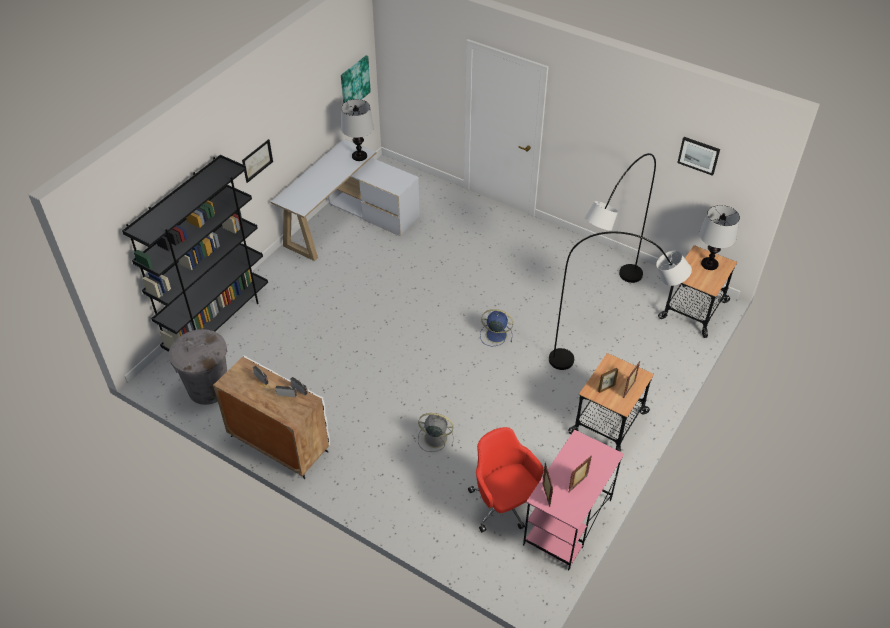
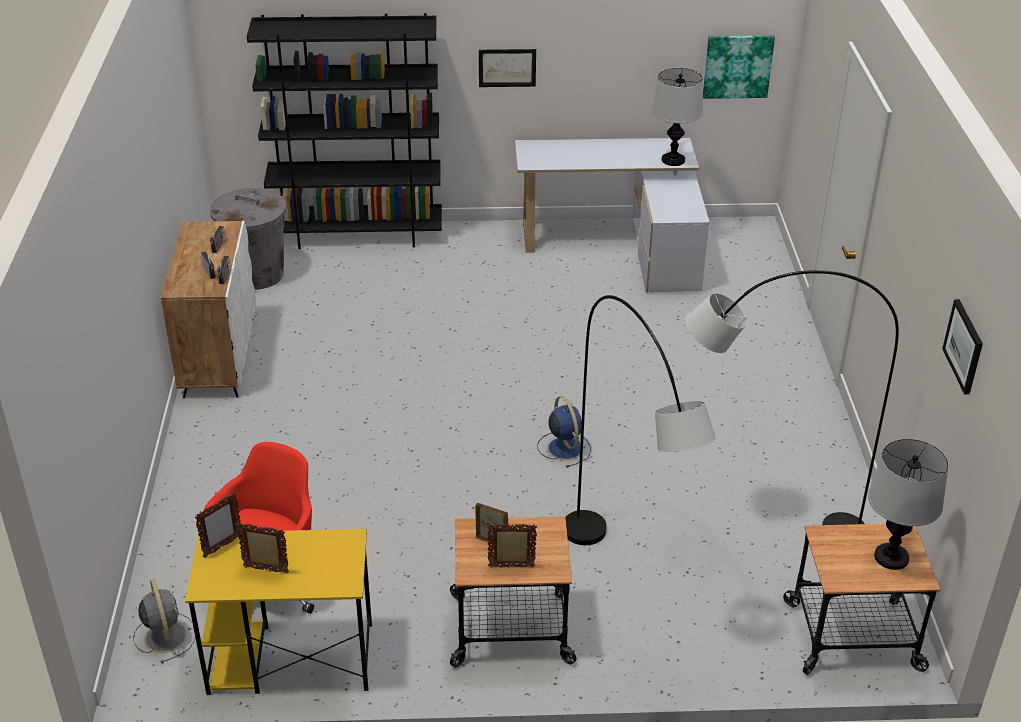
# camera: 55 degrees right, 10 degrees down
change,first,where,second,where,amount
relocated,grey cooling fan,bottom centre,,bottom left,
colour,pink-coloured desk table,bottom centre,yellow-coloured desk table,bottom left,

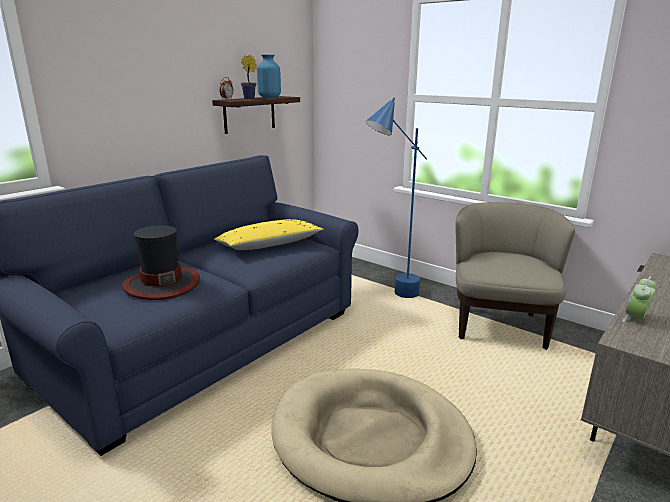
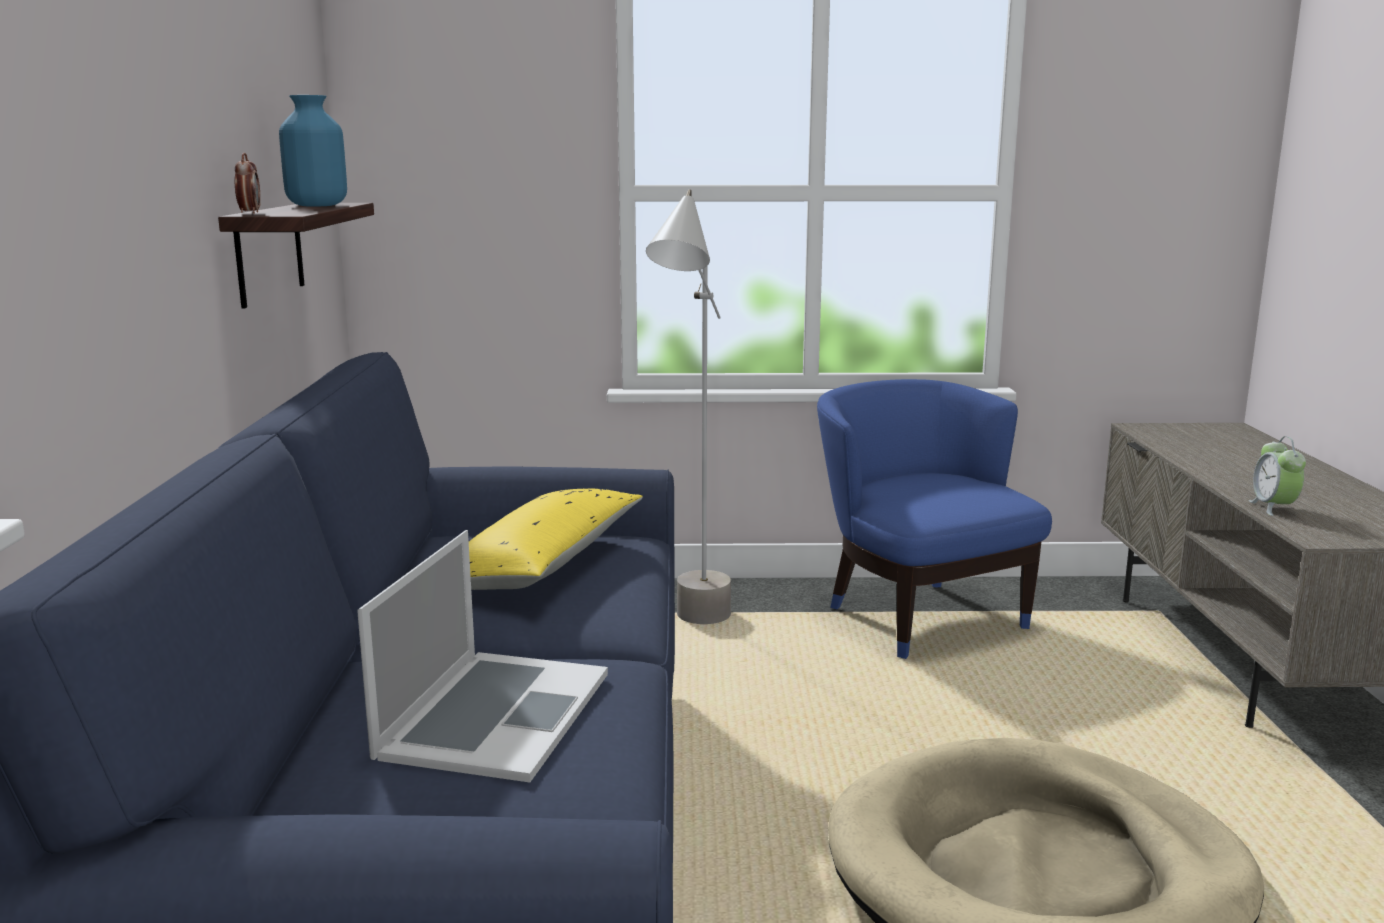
# camera: 40 degrees left, 5 degrees down
change,first,where,second,where,amount
exchanged,hat,middle left,portable computer,bottom centre,
missing,plant in a pot,top centre,,,
colour,blue-coloured standard lamp,centre,grey standard lamp,centre,
colour,beige lounge chair,middle right,blue-coloured lounge chair,middle right,

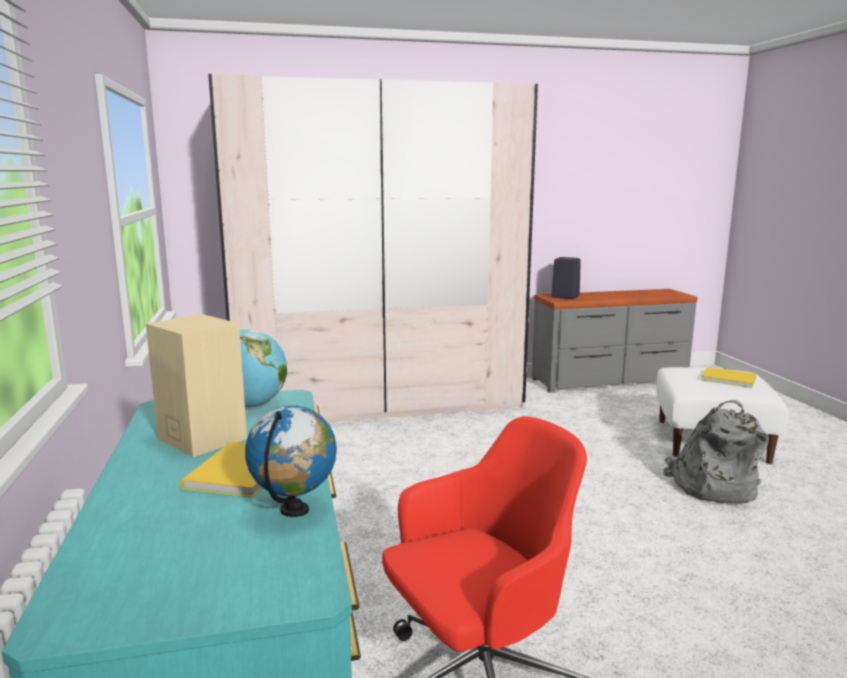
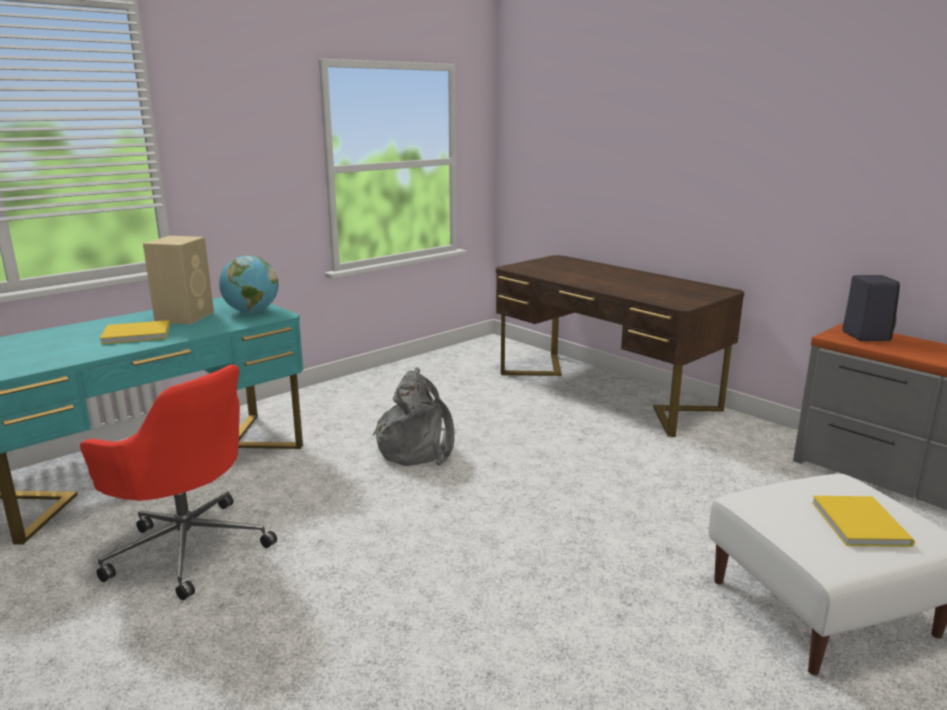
# camera: 60 degrees right, 5 degrees up
change,first,where,second,where,amount
exchanged,beige clothes cupboard,centre,brownish desk table,centre,
missing,world globe (no. 2 from left),bottom centre,,,
relocated,grey backpack,bottom right,,centre,

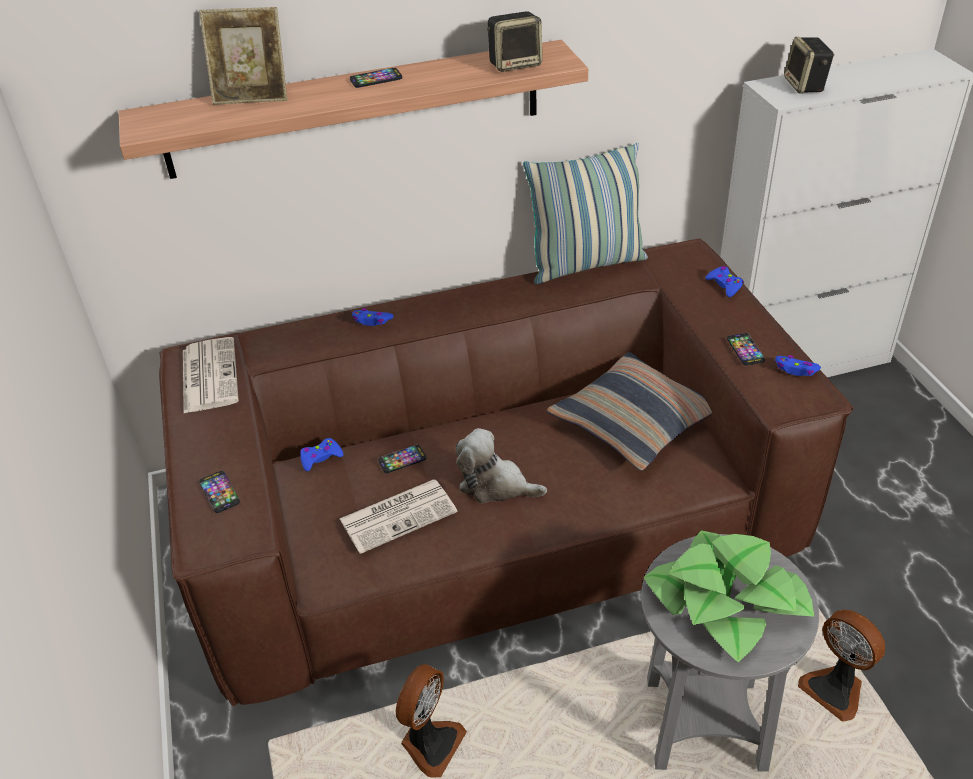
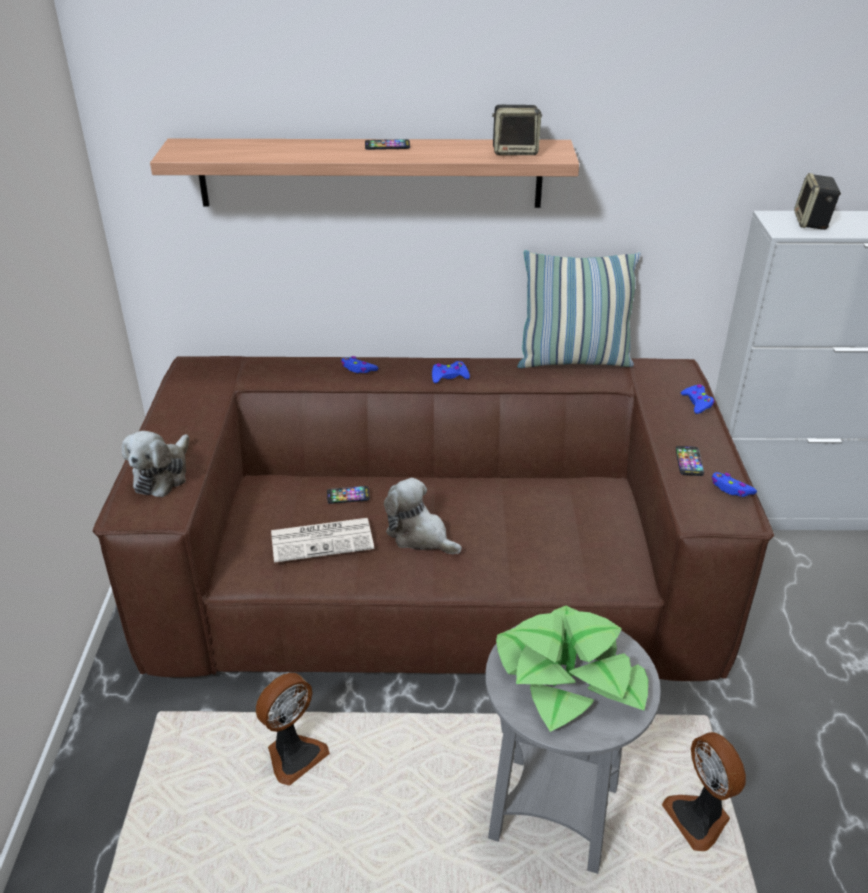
# camera: 15 degrees right, 5 degrees down
change,first,where,second,where,amount
missing,newspaper (no. 1 from left),middle left,,,
missing,photo frame,top left,,,
exchanged,phone (no. 1 from left),middle left,soft toy (no. 1 from left),middle left,
relocated,blue-coloured joypad (no. 1 from left in the first image),middle left,blue-coloured joypad (no. 2 from left),centre,
missing,pillow (no. 2 from left),centre,,,

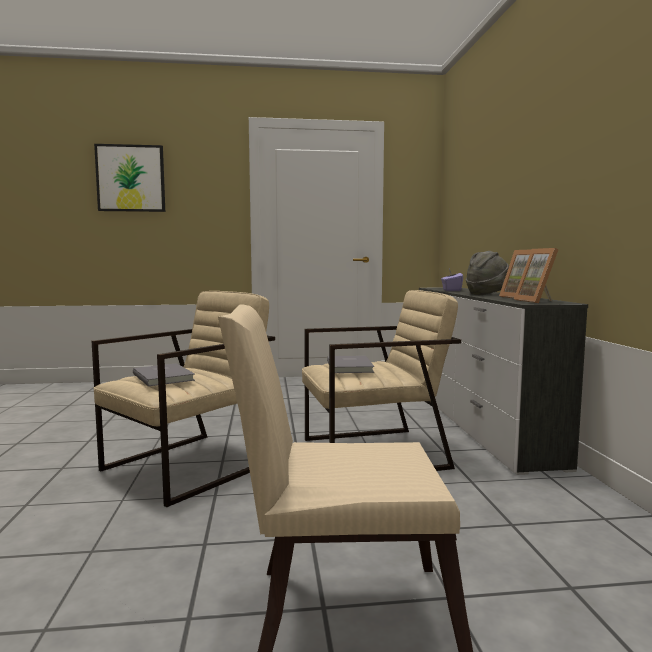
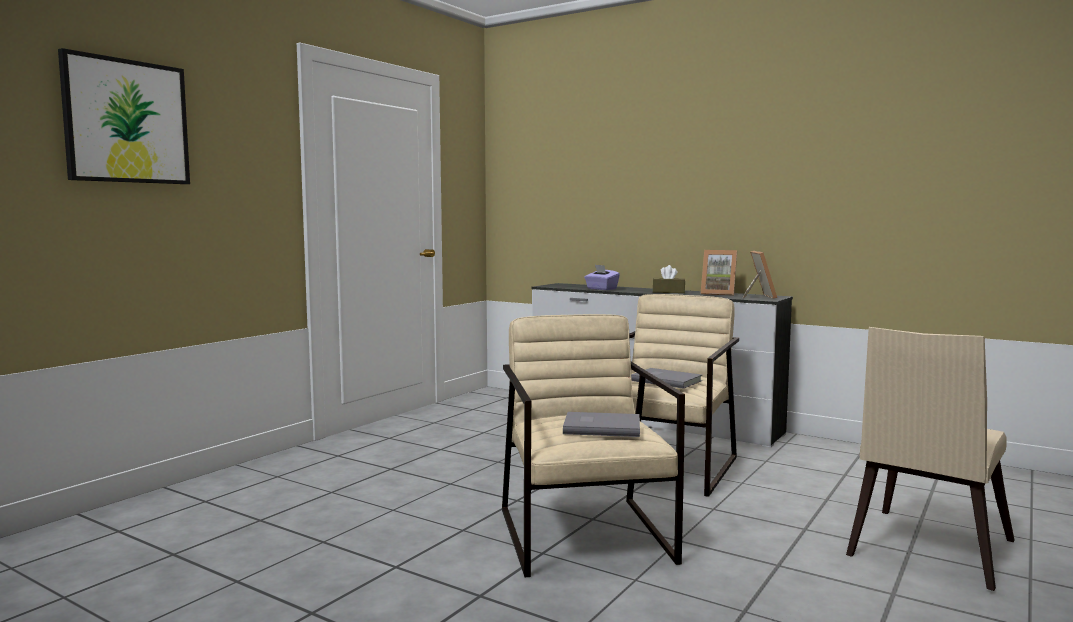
# camera: 50 degrees left, 0 degrees up
change,first,where,second,where,amount
exchanged,grey hat,middle right,brownish tissue box,centre,
spun,photo frame (no. 2 from left),middle right,,middle right,120 degrees counterclockwise

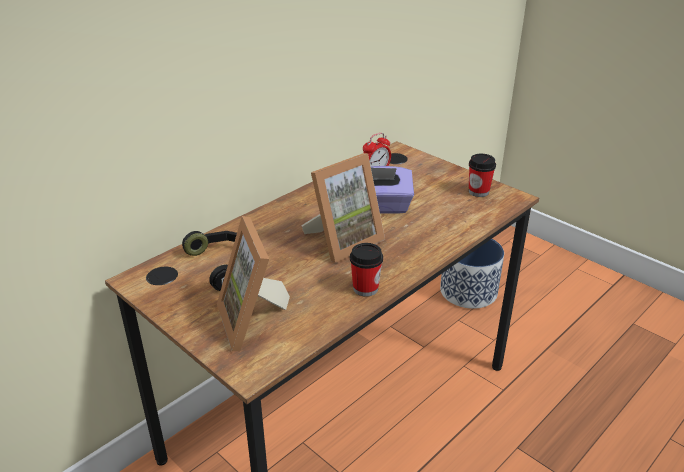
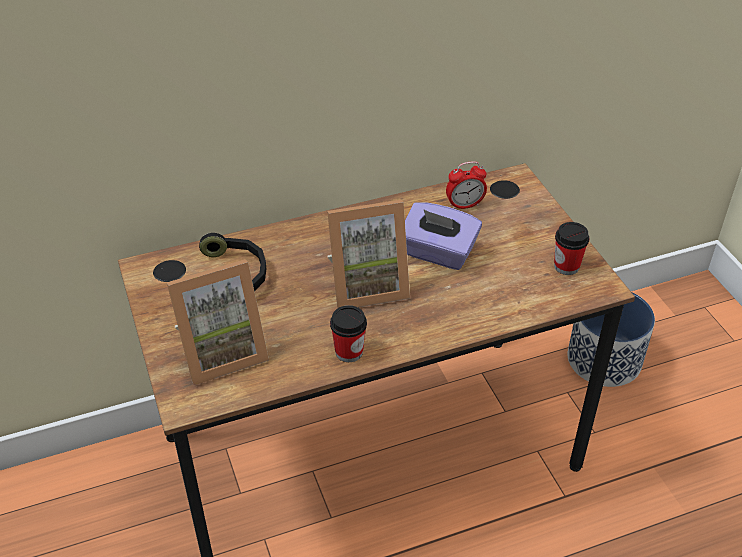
# camera: 25 degrees right, 10 degrees up
change,first,where,second,where,amount
spun,photo frame (no. 1 from left),centre,,middle left,120 degrees counterclockwise

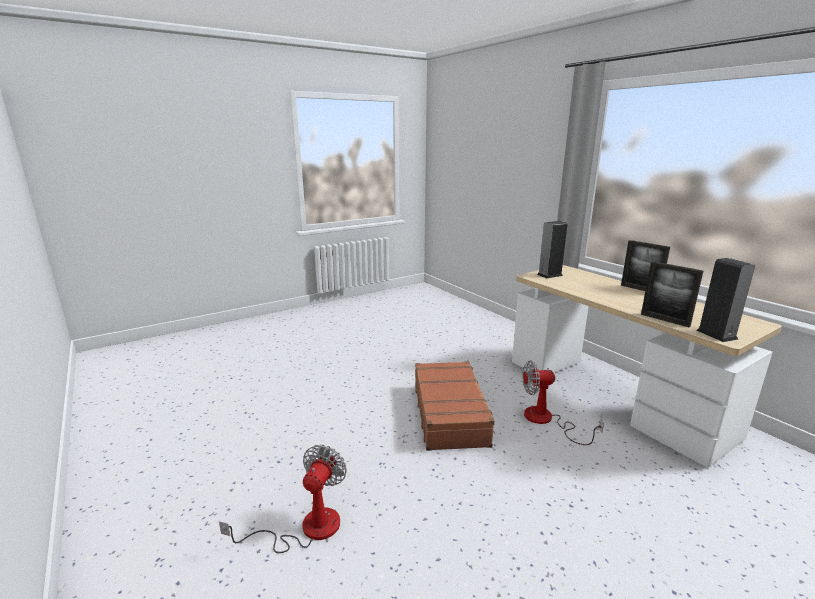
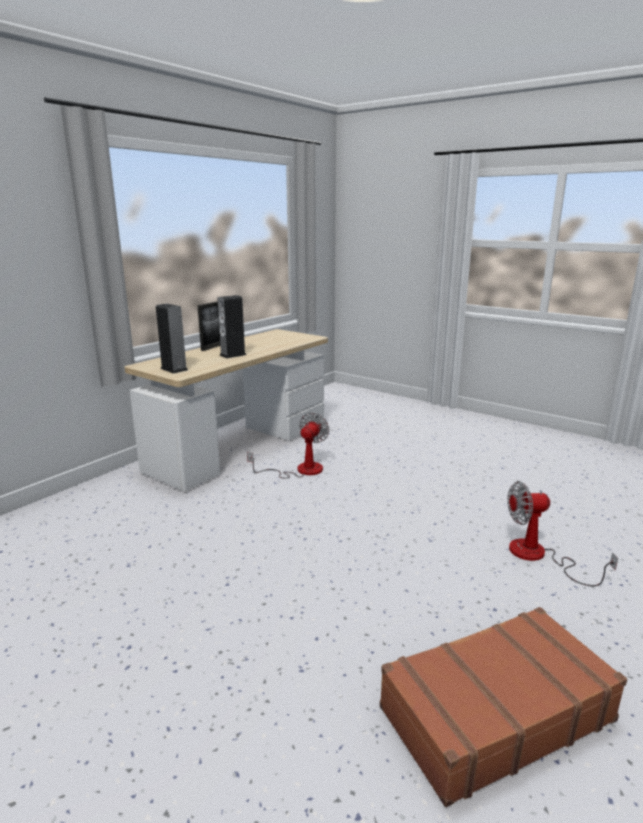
# camera: 110 degrees left, 0 degrees up
change,first,where,second,where,amount
relocated,brownish travel case,bottom centre,,bottom right,
spun,cooling fan (no. 2 from left in the first image),bottom right,cooling fan (no. 1 from left),centre,135 degrees counterclockwise
missing,photo frame (no. 2 from left),middle right,,,
relocated,loudspeaker (no. 2 from left),middle right,,centre,

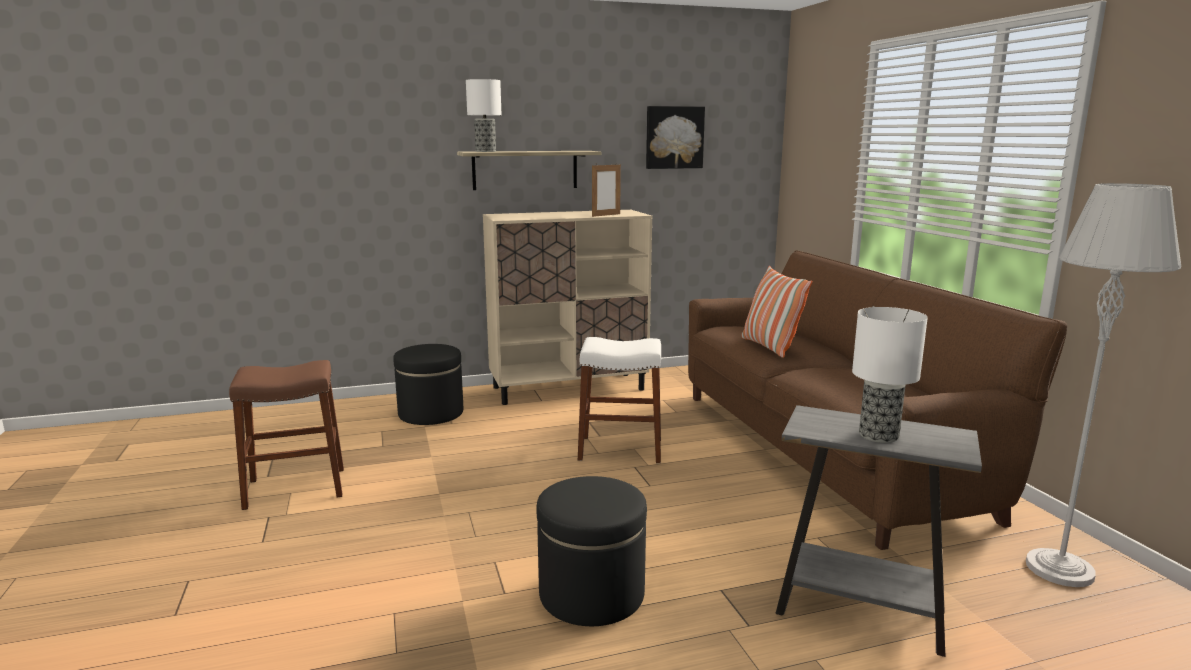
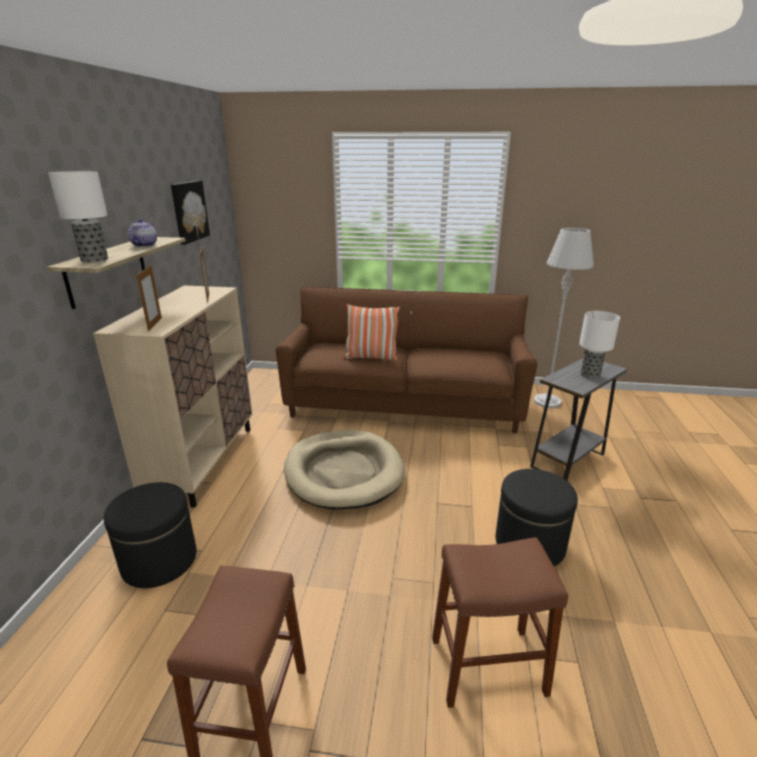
# camera: 65 degrees left, 10 degrees up
change,first,where,second,where,amount
exchanged,whitish sitting stool,centre,beige dog cushion,centre,
appeared,,,tea pot,top left,
appeared,,,photo frame (no. 1 from left),middle left,
appeared,,,brownish sitting stool (no. 2 from left),bottom centre,

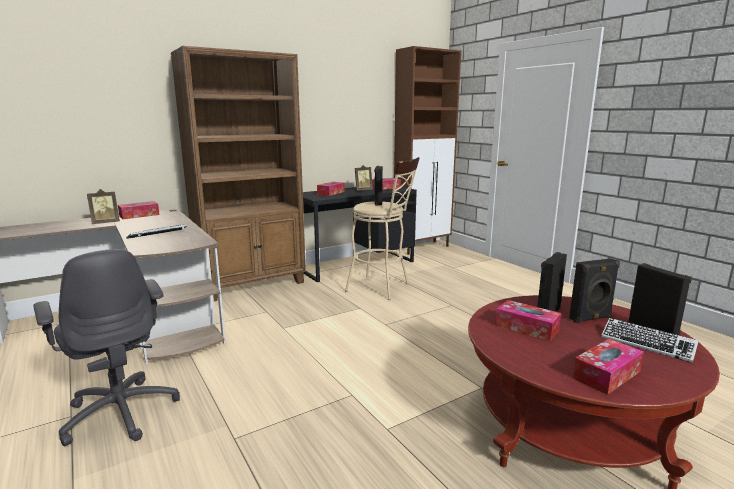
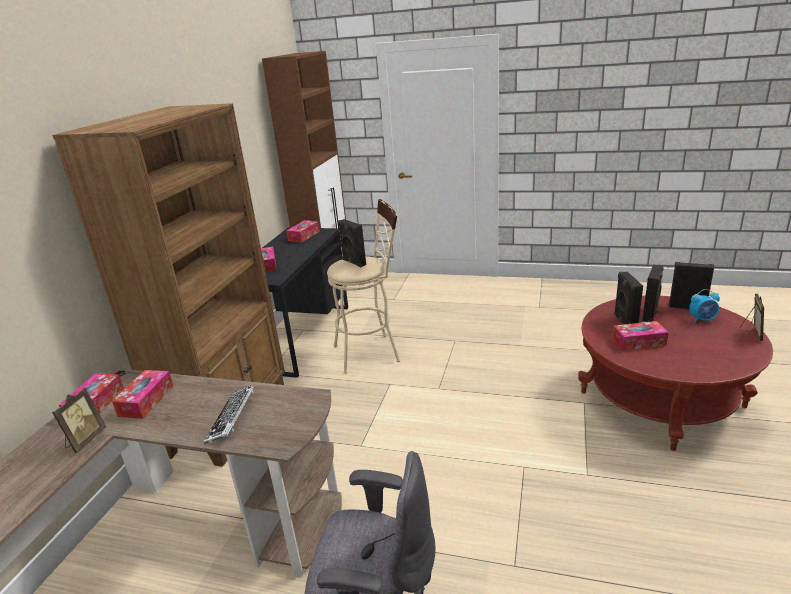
# camera: 40 degrees left, 10 degrees up
change,first,where,second,where,amount
relocated,photo frame (no. 2 from left),centre,,middle right,
relocated,tissue box (no. 5 from left in the first image),bottom right,tissue box (no. 2 from left),middle left,
exchanged,PC keyboard (no. 2 from left),bottom right,bedside clock,middle right,

